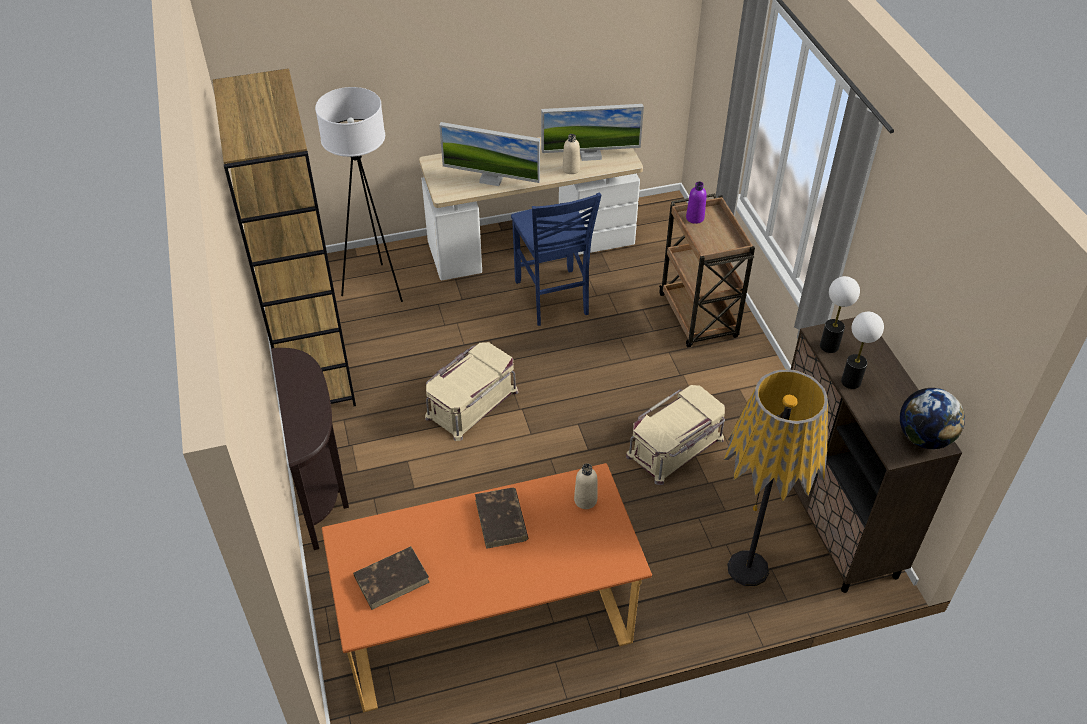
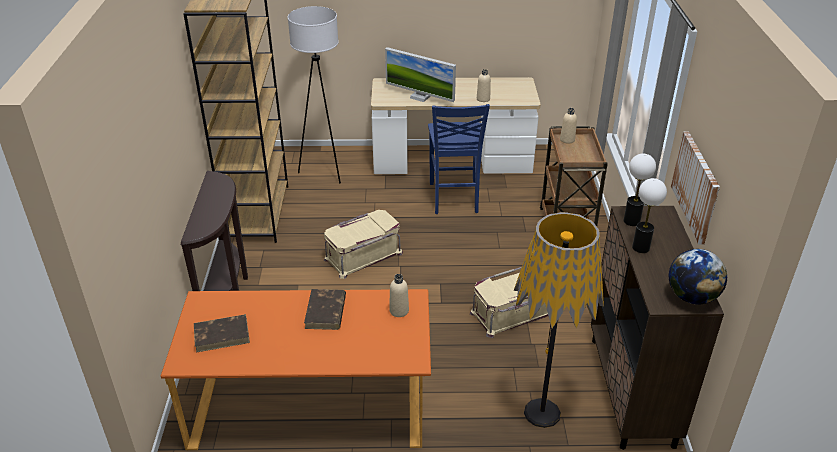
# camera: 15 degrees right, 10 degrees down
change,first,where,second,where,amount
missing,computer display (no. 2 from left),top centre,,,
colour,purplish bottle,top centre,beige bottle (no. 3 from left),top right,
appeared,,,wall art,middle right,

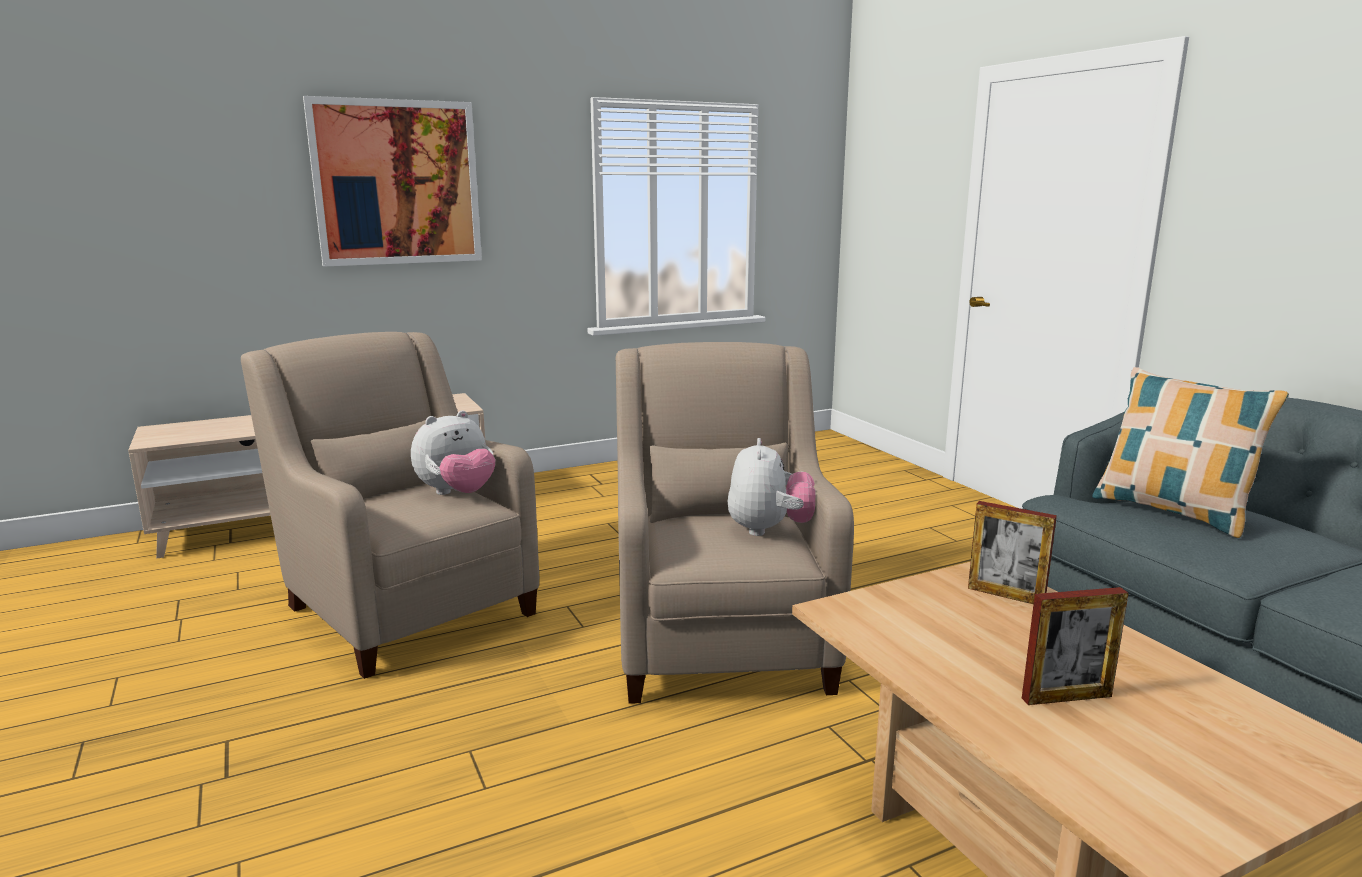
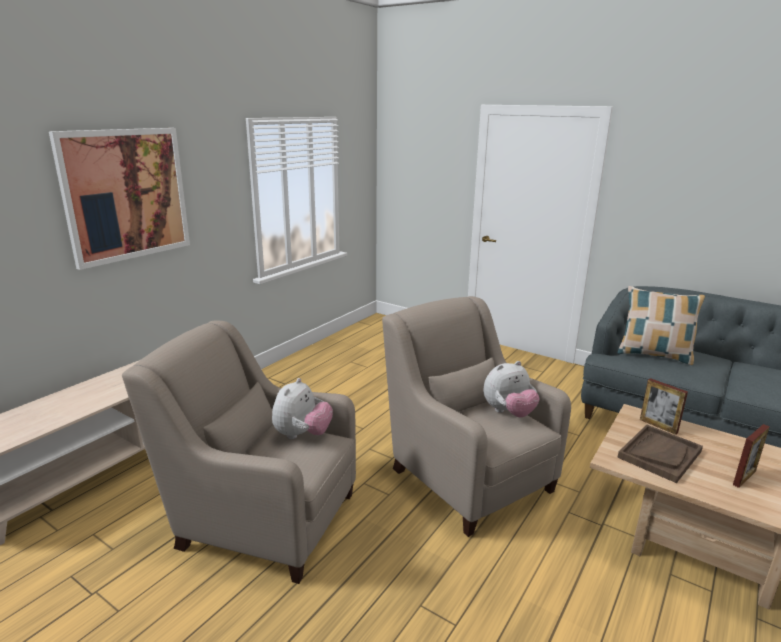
# camera: 30 degrees left, 5 degrees up
change,first,where,second,where,amount
spun,soft toy (no. 2 from left),centre,,centre,90 degrees clockwise
spun,photo frame (no. 1 from left),middle right,,middle right,45 degrees clockwise
appeared,,,brownish tray,bottom right,

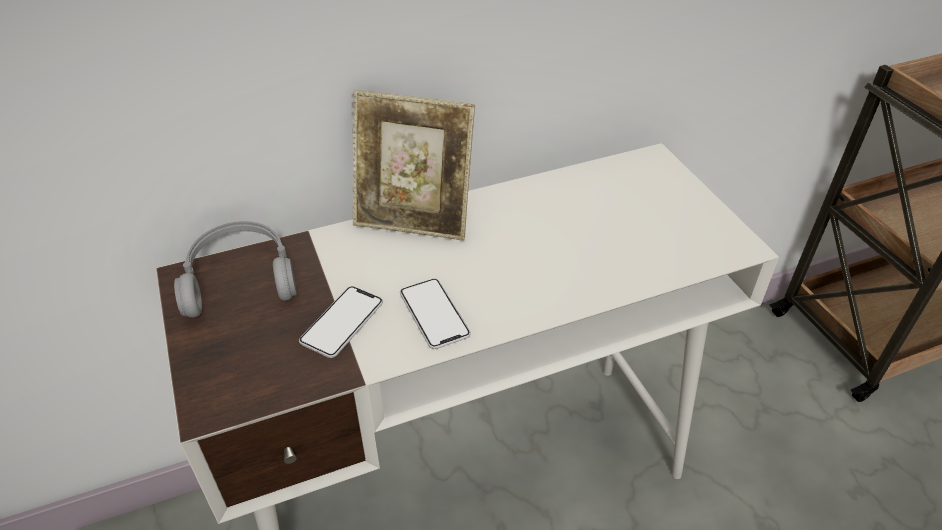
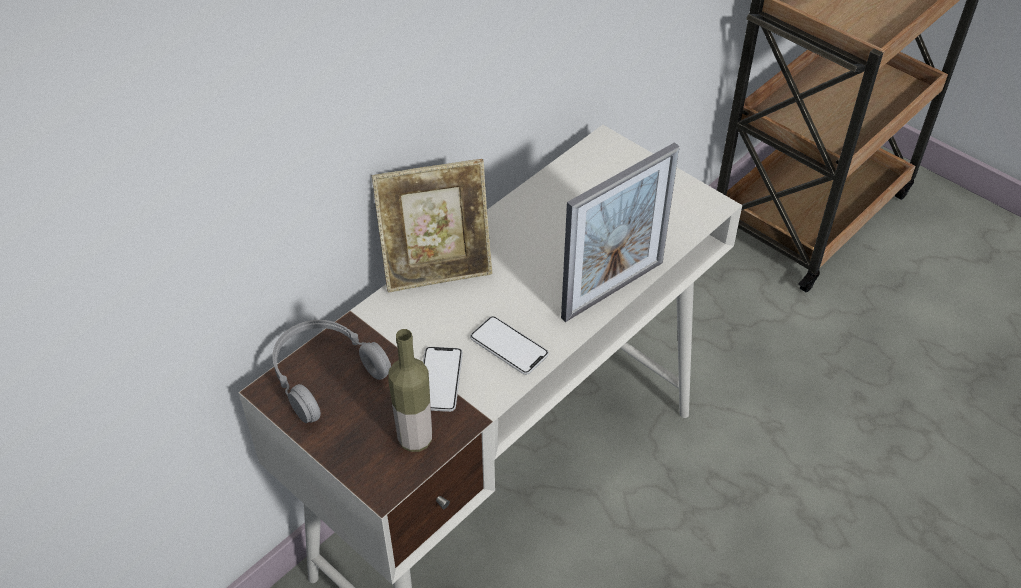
# camera: 25 degrees left, 5 degrees up
change,first,where,second,where,amount
appeared,,,bottle,centre,
appeared,,,photo frame (no. 2 from left),centre,

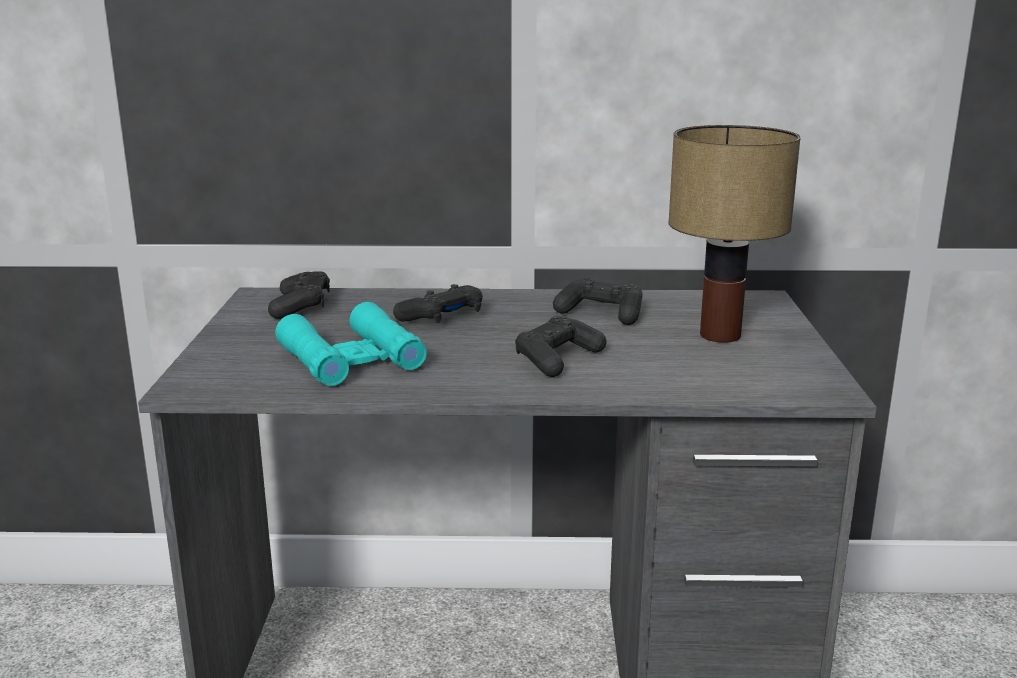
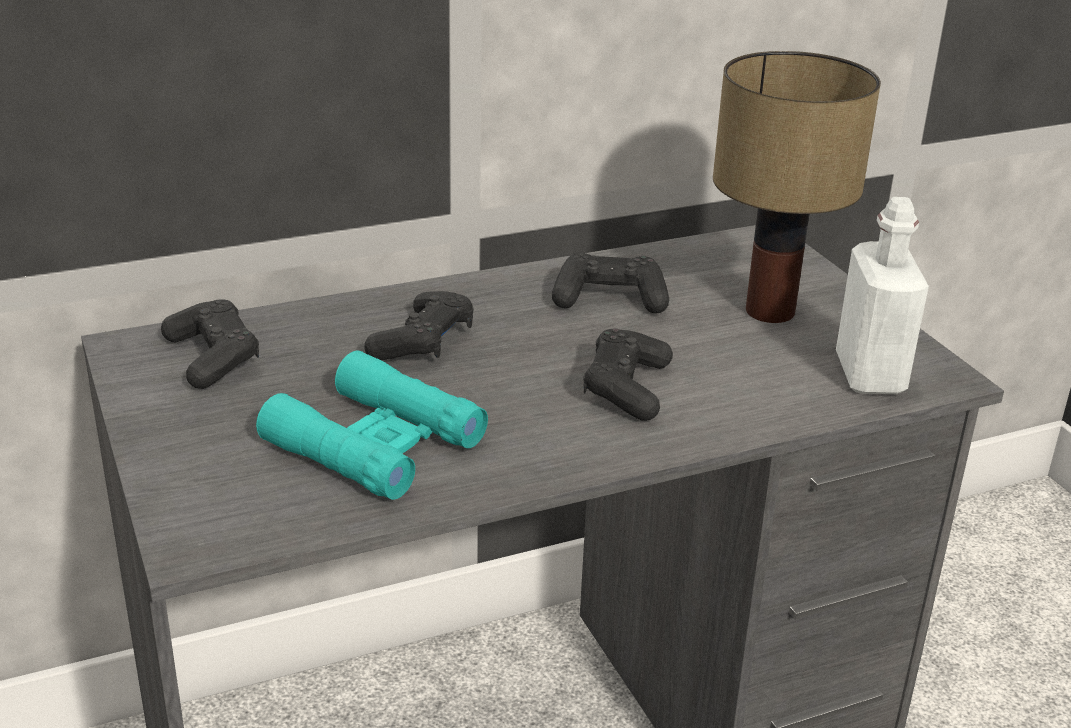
# camera: 25 degrees left, 10 degrees up
change,first,where,second,where,amount
appeared,,,whitish bottle,middle right,

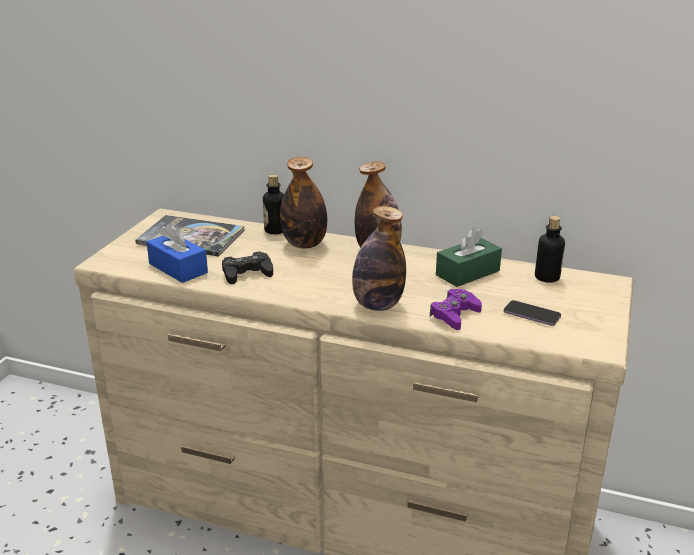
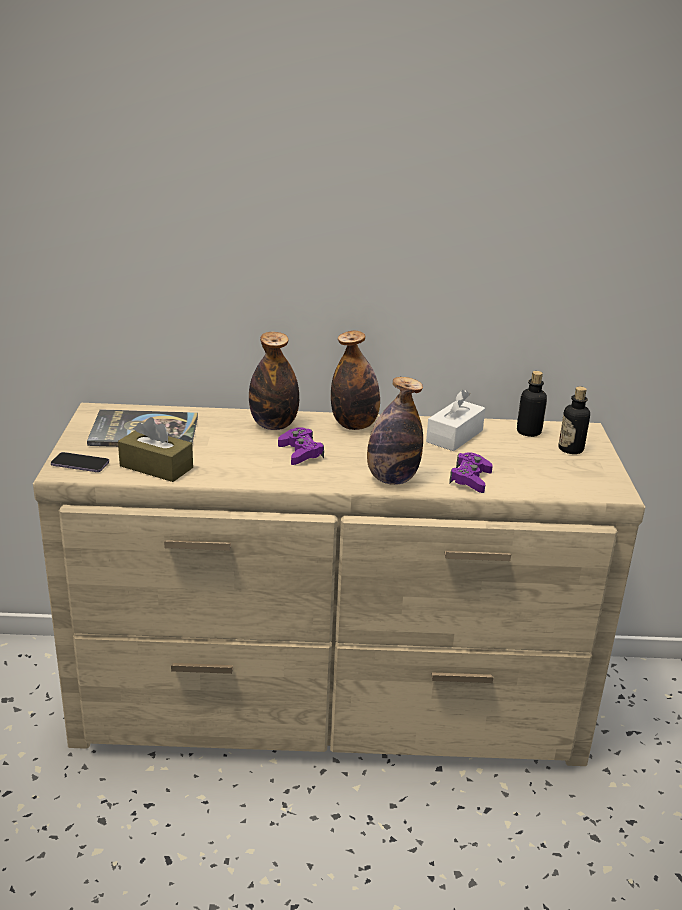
# camera: 20 degrees left, 0 degrees up
change,first,where,second,where,amount
colour,blue-coloured tissue box,middle left,brownish tissue box,middle left,
missing,black-coloured joypad,centre,,,
relocated,bottle (no. 1 from left in the first image),centre,bottle (no. 5 from left),middle right,
colour,greenish tissue box,middle right,whitish tissue box,middle right,
relocated,phone,middle right,,middle left,
appeared,,,purplish joypad (no. 1 from left),centre,

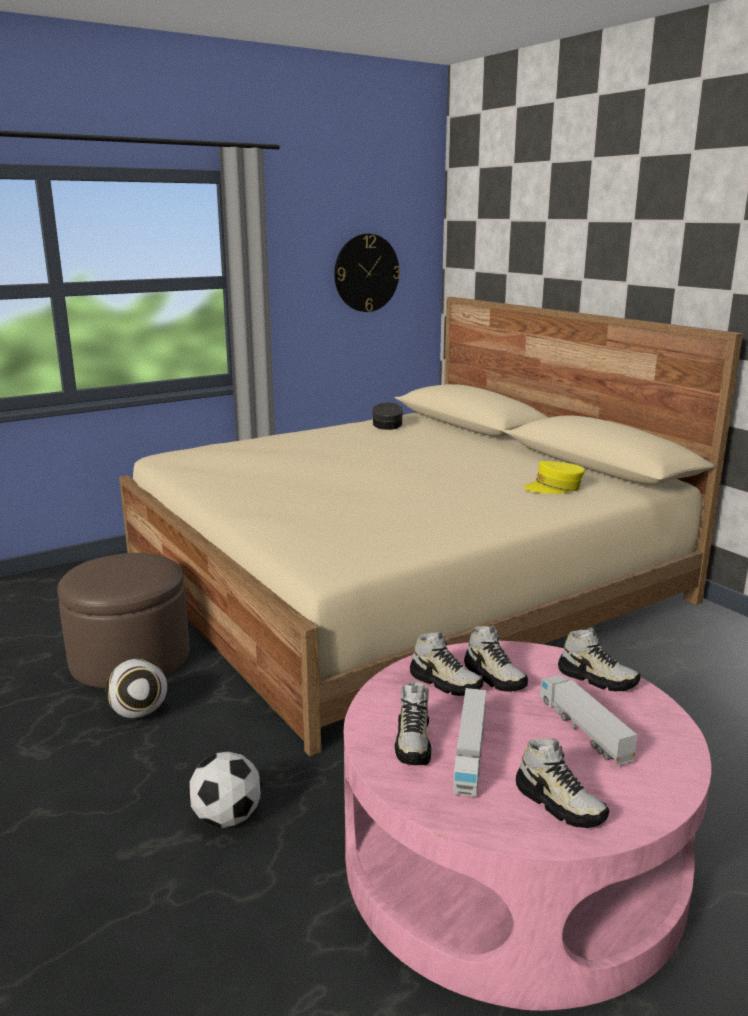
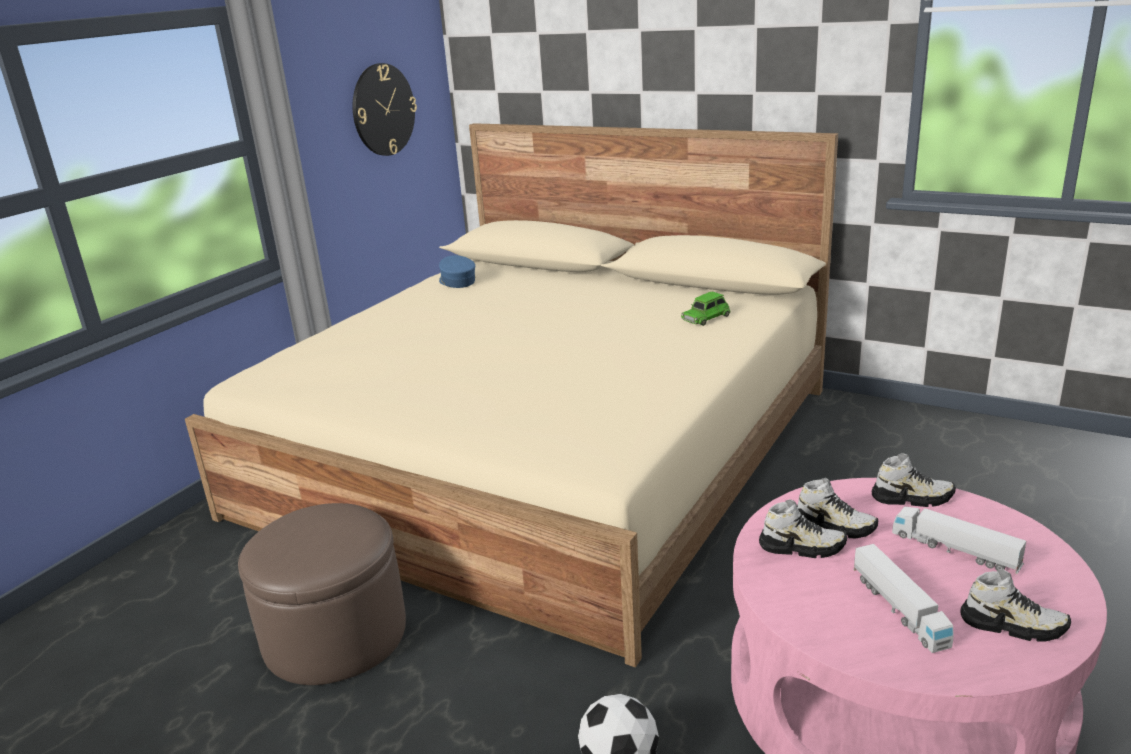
# camera: 25 degrees left, 5 degrees up
change,first,where,second,where,amount
missing,football ball (no. 1 from left),bottom left,,,
colour,grey peaked cap,centre,blue-coloured peaked cap,centre,
missing,shoe (no. 1 from left),bottom centre,,,
exchanged,yellow-coloured peaked cap,middle right,greenish toy car,centre,

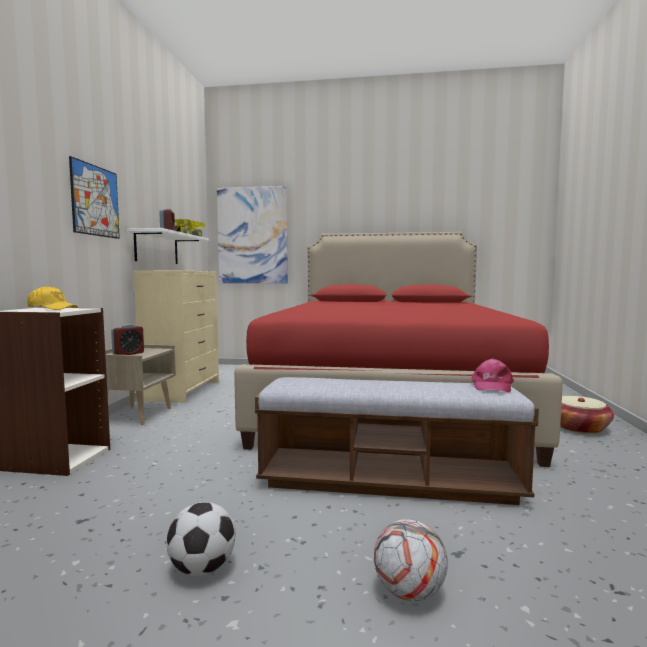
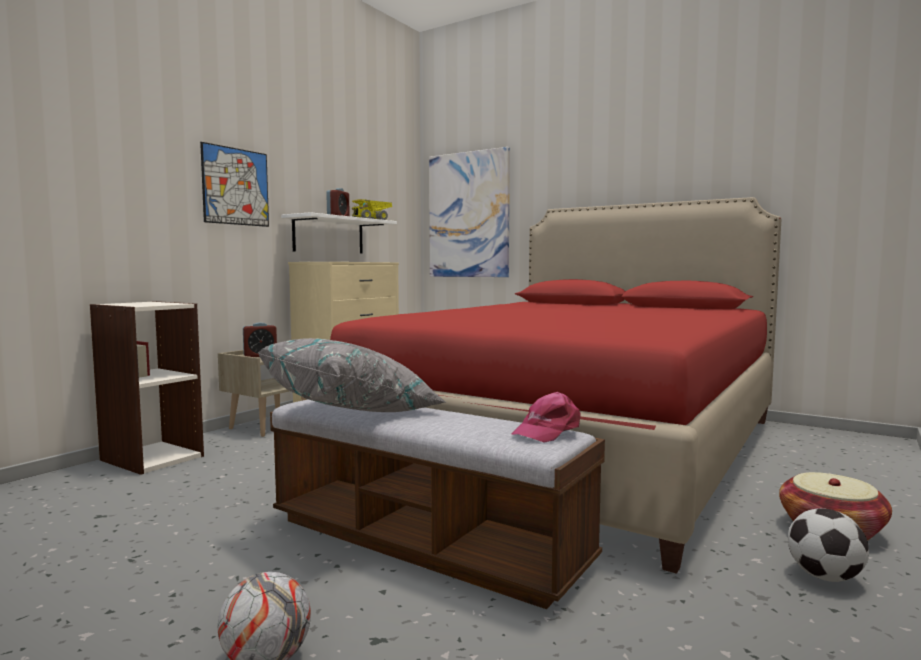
# camera: 25 degrees right, 0 degrees up
change,first,where,second,where,amount
missing,yellow-coloured peaked cap,middle left,,,
relocated,football ball (no. 1 from left in the first image),bottom left,football ball (no. 2 from left),bottom right,
appeared,,,grey pillow,centre,

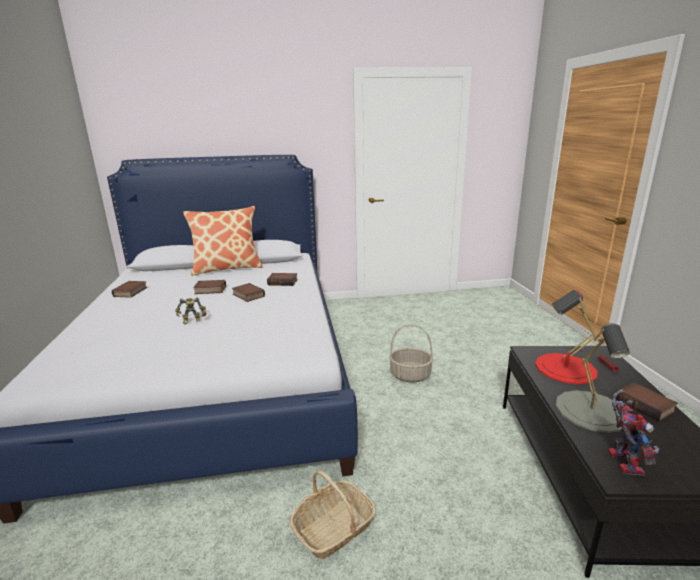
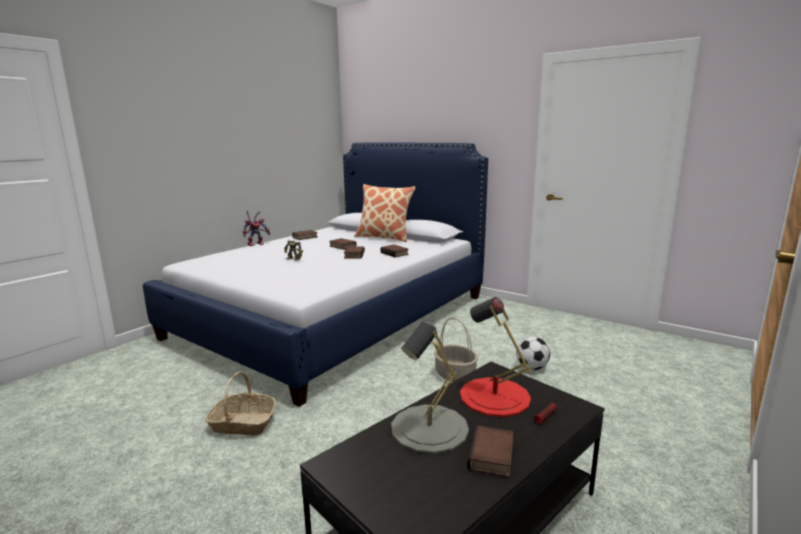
# camera: 45 degrees right, 5 degrees down
change,first,where,second,where,amount
relocated,model robot (no. 2 from left in the first image),bottom right,model robot (no. 1 from left),middle left,
appeared,,,football ball,centre,

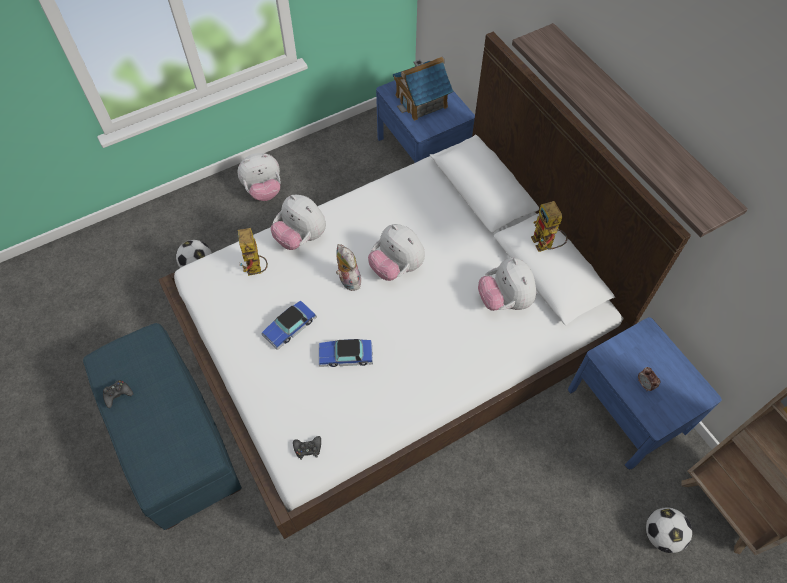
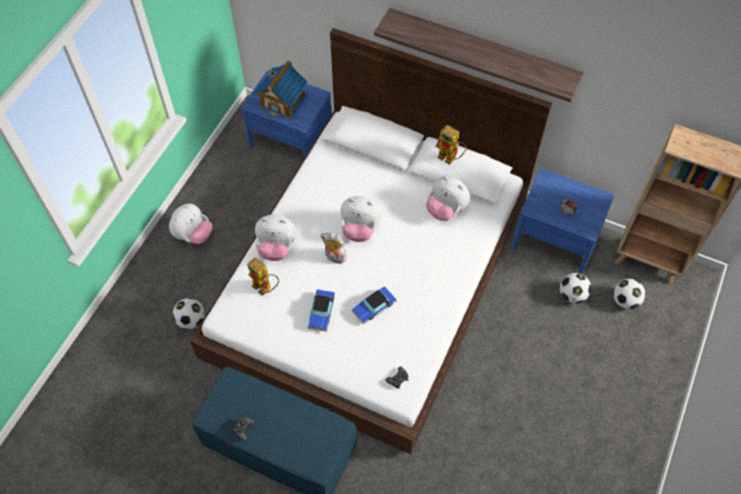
# camera: 35 degrees left, 0 degrees up
change,first,where,second,where,amount
appeared,,,football ball (no. 2 from left),middle right,

